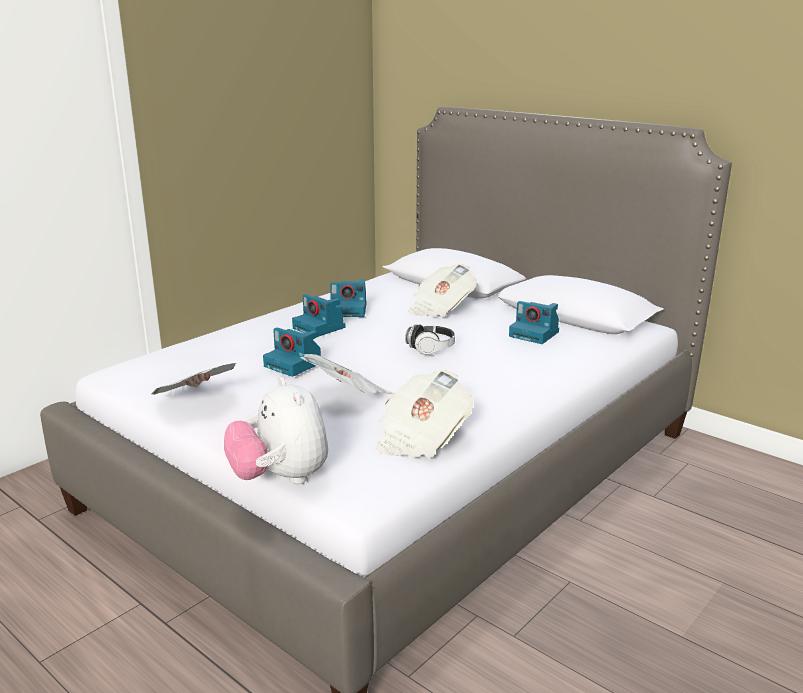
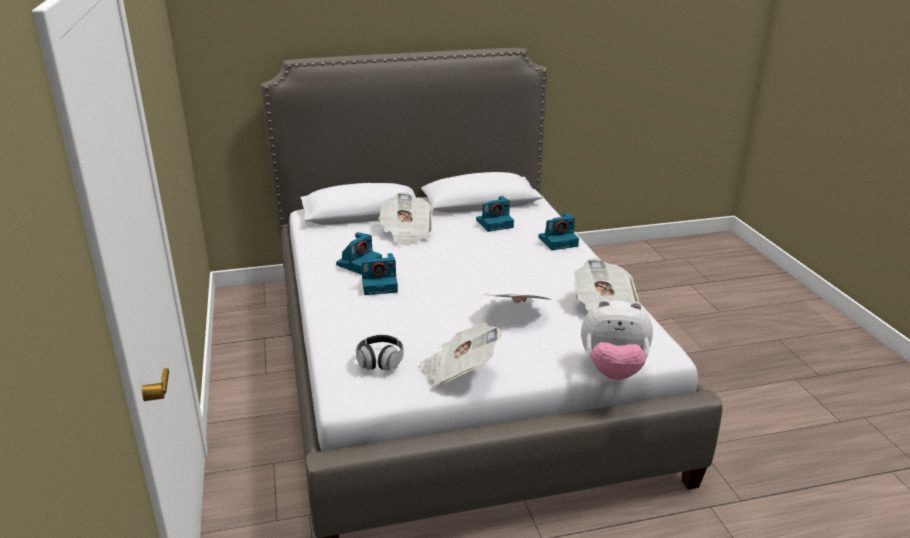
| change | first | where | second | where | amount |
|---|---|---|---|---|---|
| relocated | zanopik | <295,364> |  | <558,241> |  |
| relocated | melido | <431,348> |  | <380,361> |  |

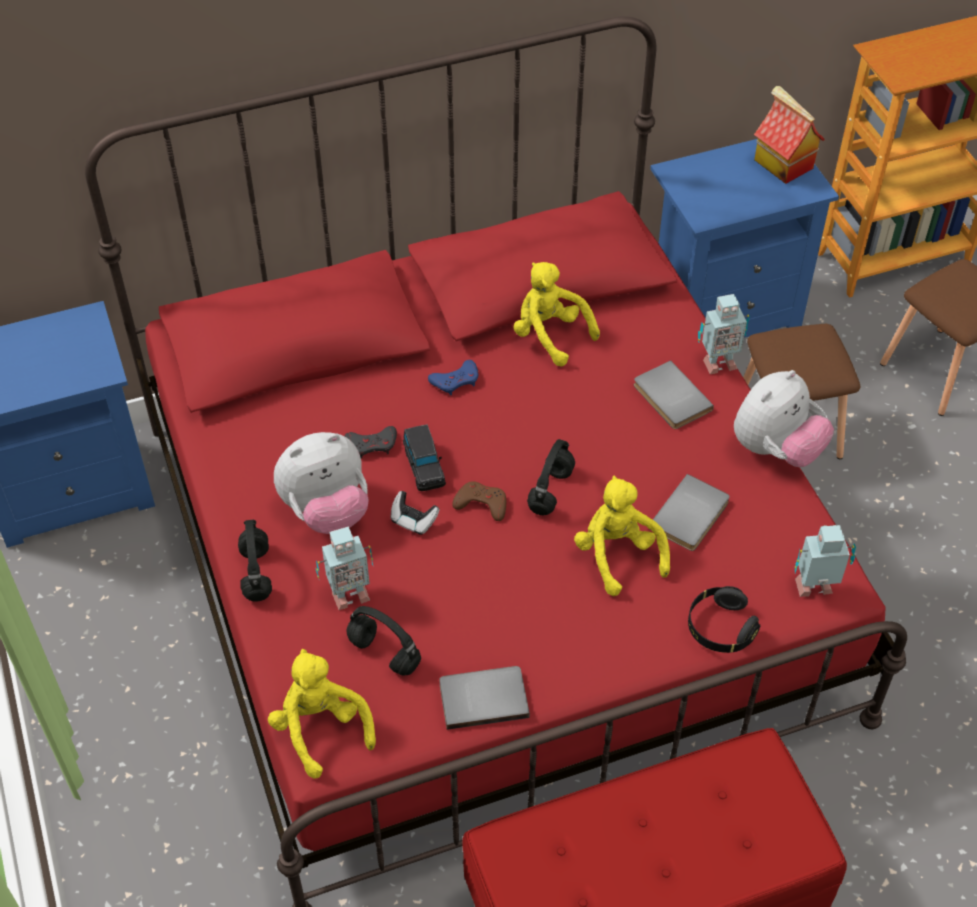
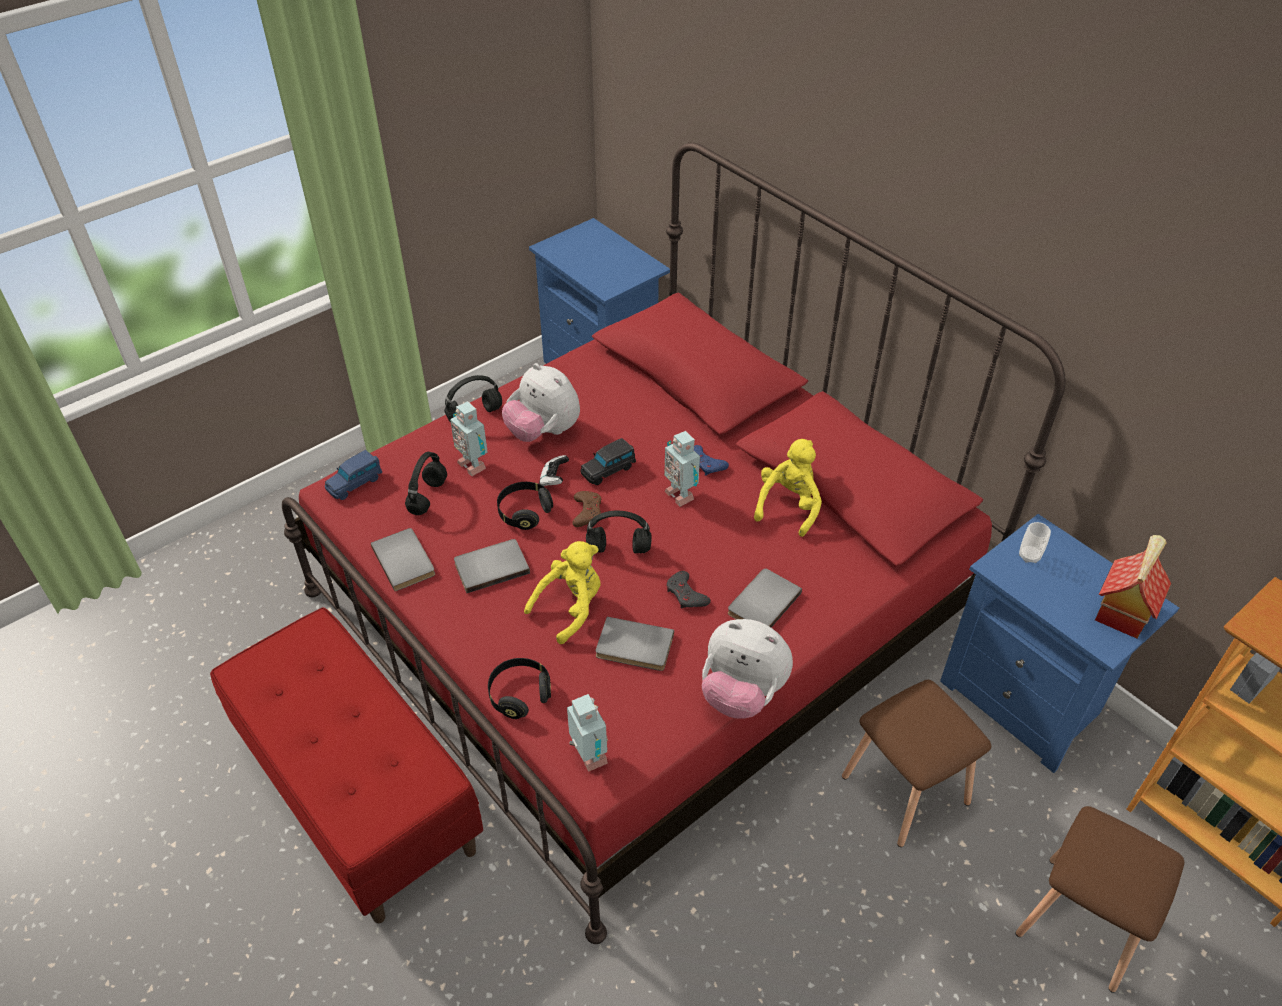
| change | first | where | second | where | amount |
|---|---|---|---|---|---|
| appeared |  |  | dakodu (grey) | <491,566> |  |
| appeared |  |  | melido (black) | <524,512> |  |
| appeared |  |  | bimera | <1029,556> |  |
| relocated | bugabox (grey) | <372,444> |  | <686,594> |  |
| relocated | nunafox | <717,363> |  | <680,494> |  |
| exchanged | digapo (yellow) | <321,729> | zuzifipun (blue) | <355,483> |  |

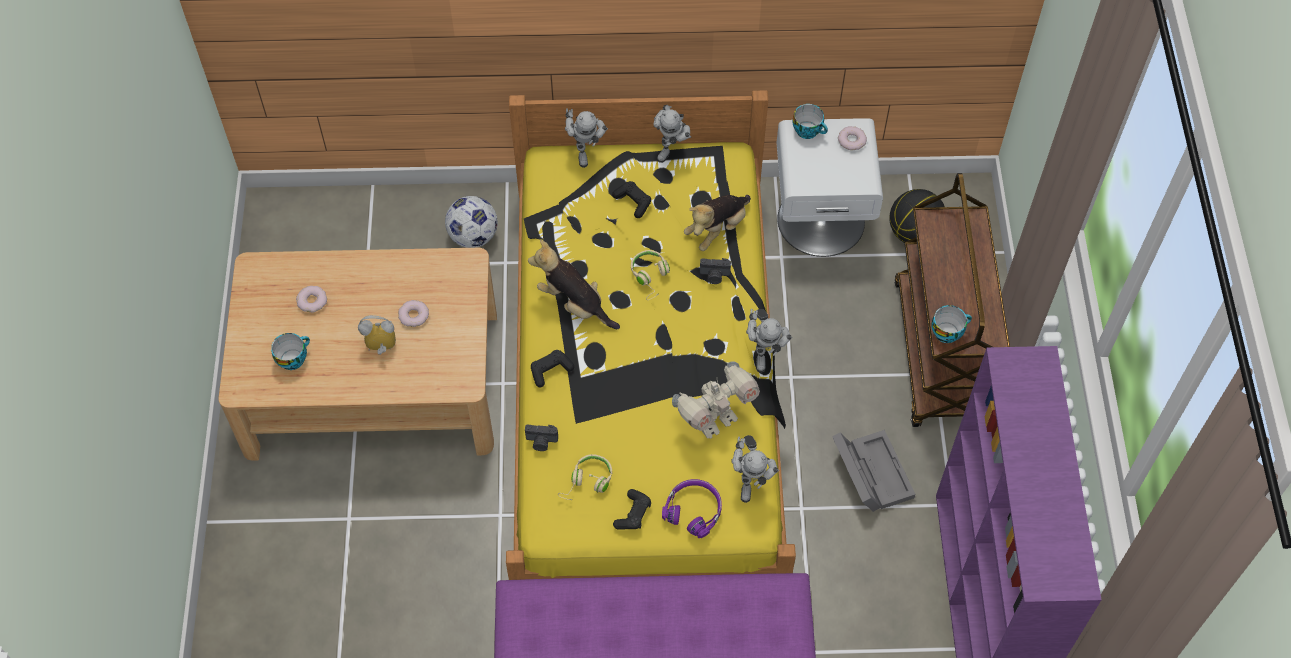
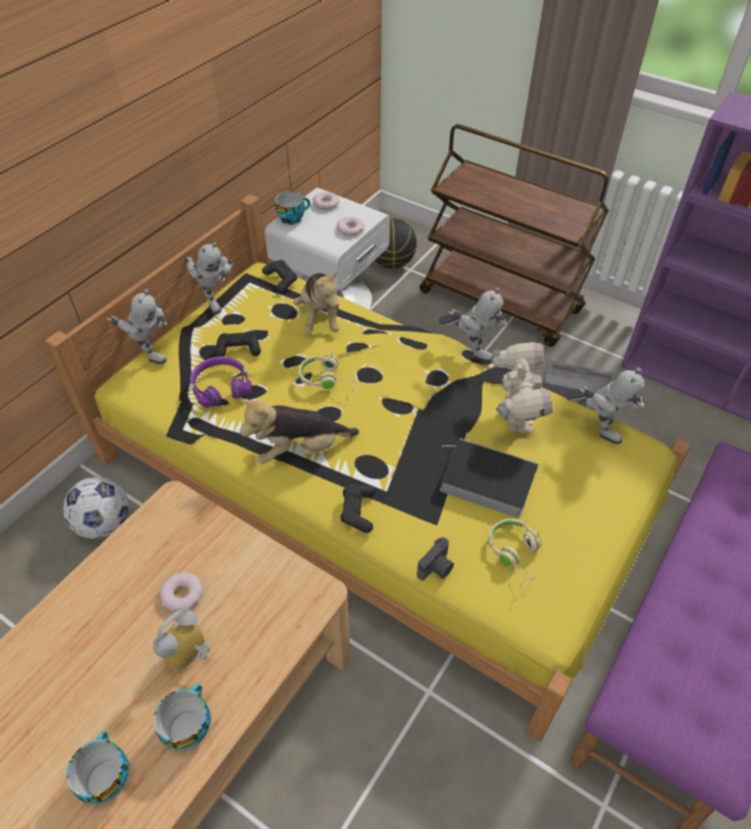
| change | first | where | second | where | amount |
|---|---|---|---|---|---|
| missing | zanopik | <714,276> |  |  |  |
| appeared |  |  | dakodu | <484,481> |  |
| relocated | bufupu | <312,301> |  | <350,229> |  |
| relocated | bugabox (black) | <633,514> |  | <281,280> |  |
| relocated | melido (purple) | <694,510> |  | <220,386> |  |
| relocated | bimera | <947,331> |  | <188,726> |  |

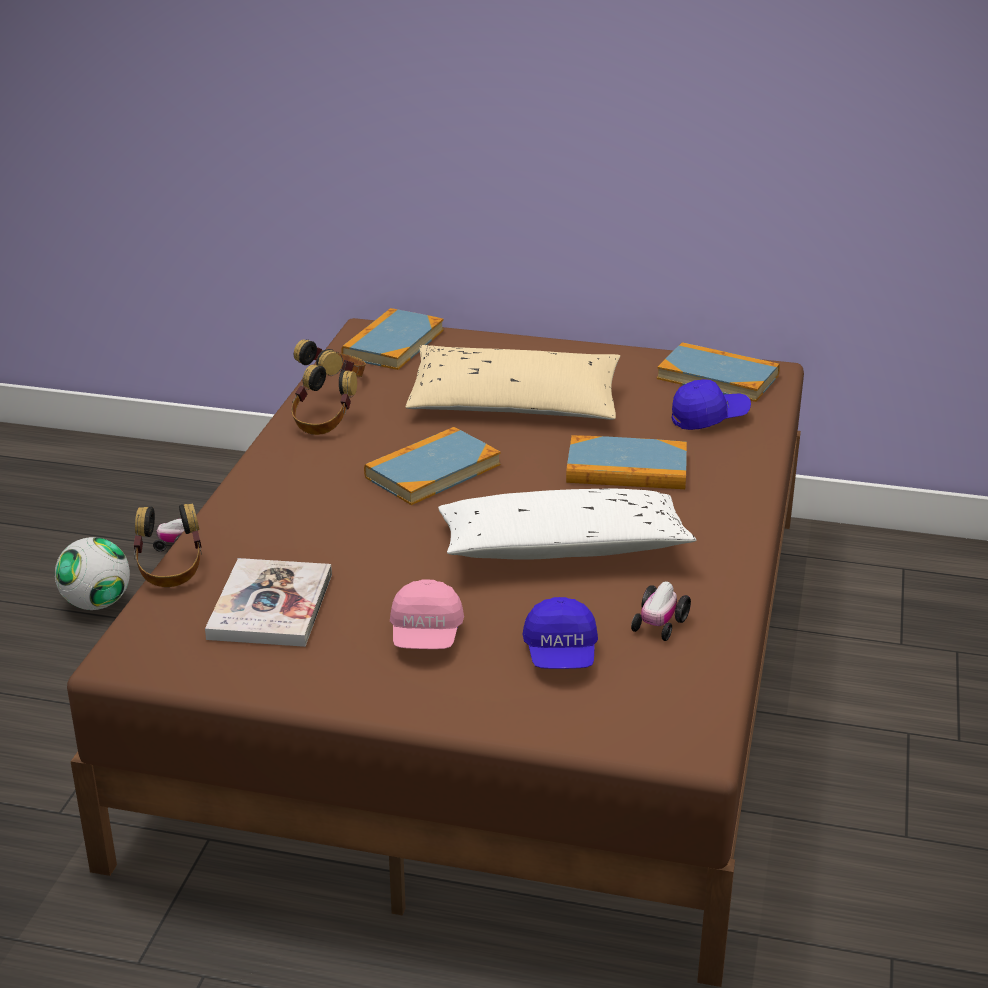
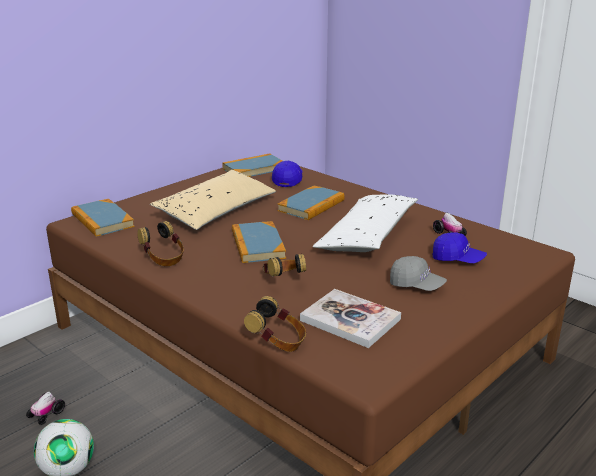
| change | first | where | second | where | amount |
|---|---|---|---|---|---|
| relocated | melido | <335,382> |  | <283,281> |  |
| colour | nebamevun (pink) | <426,635> | nebamevun (grey) | <416,285> |  |

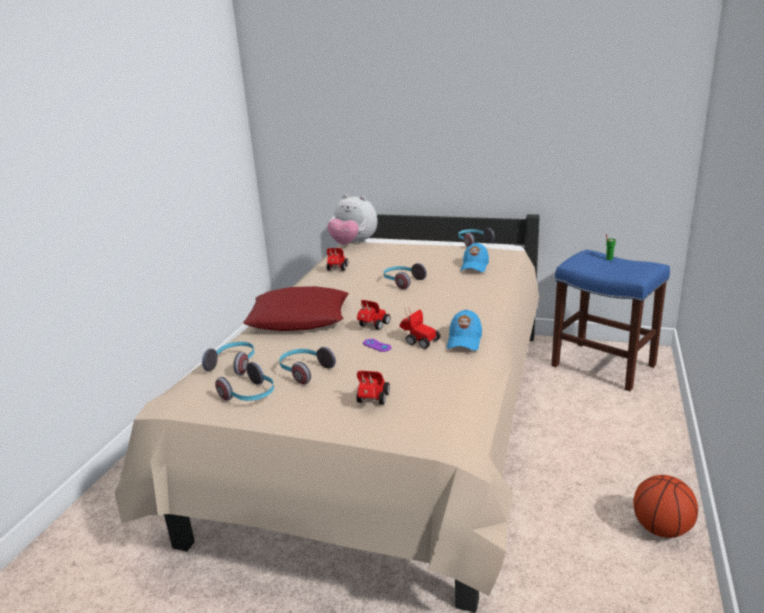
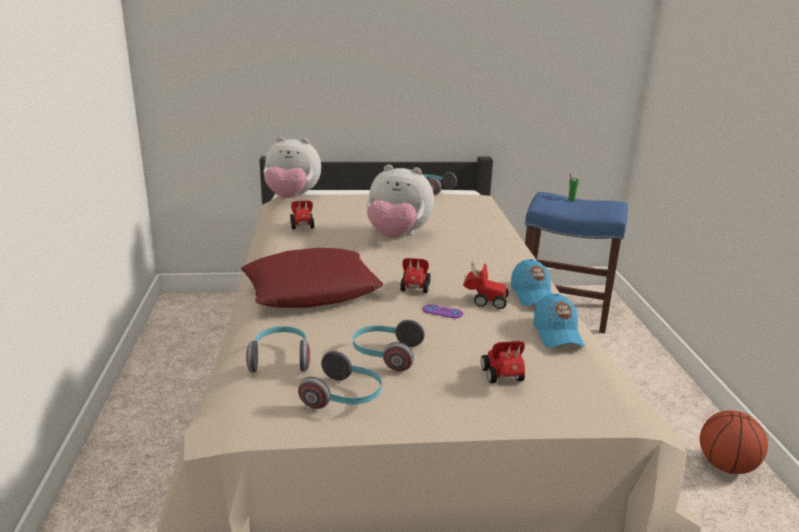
| change | first | where | second | where | amount |
|---|---|---|---|---|---|
| relocated | nebamevun (blue) | <474,266> |  | <557,334> |  |
| exchanged | melido | <402,282> | digapo | <397,236> |  |

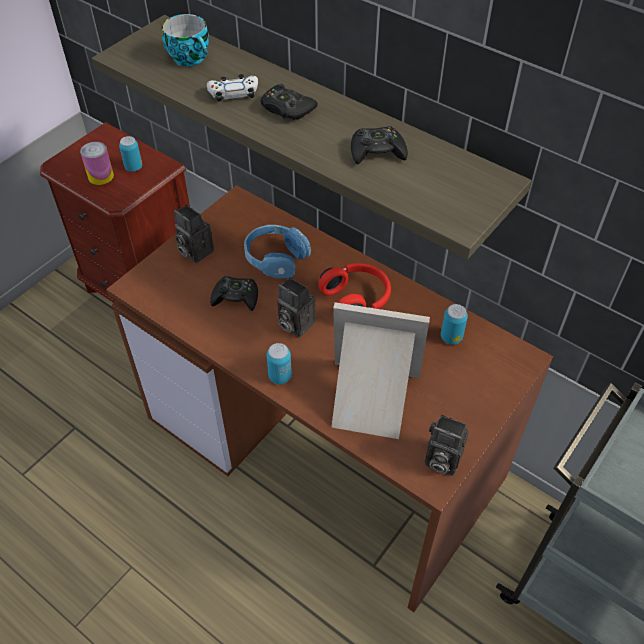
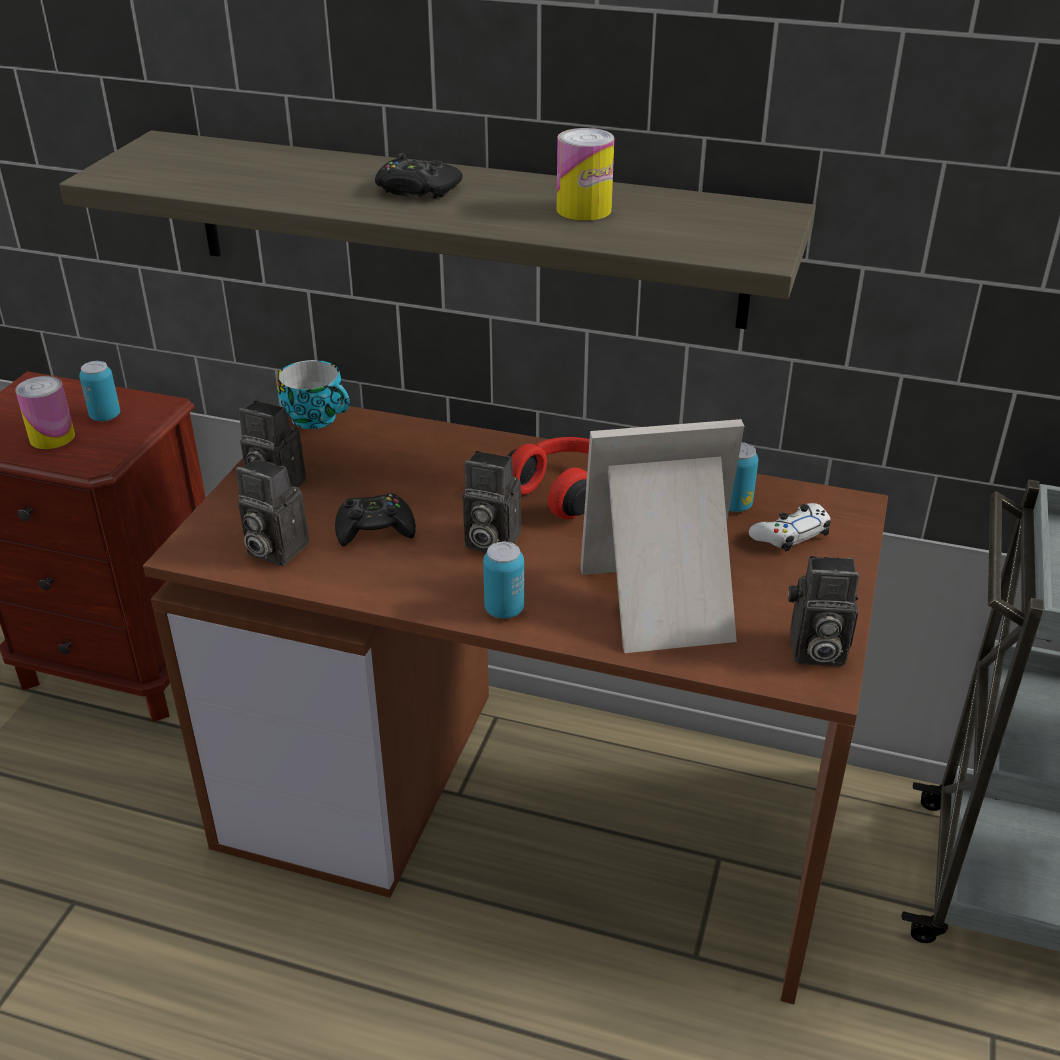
| change | first | where | second | where | amount |
|---|---|---|---|---|---|
| missing | melido (blue) | <276,258> |  |  |  |
| appeared |  |  | zanopik | <273,549> |  |
| relocated | bimera | <191,58> |  | <317,418> |  |
| relocated | bugabox (white) | <234,93> |  | <790,535> |  |
| exchanged | bugabox (black) | <377,152> | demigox | <584,210> |  |

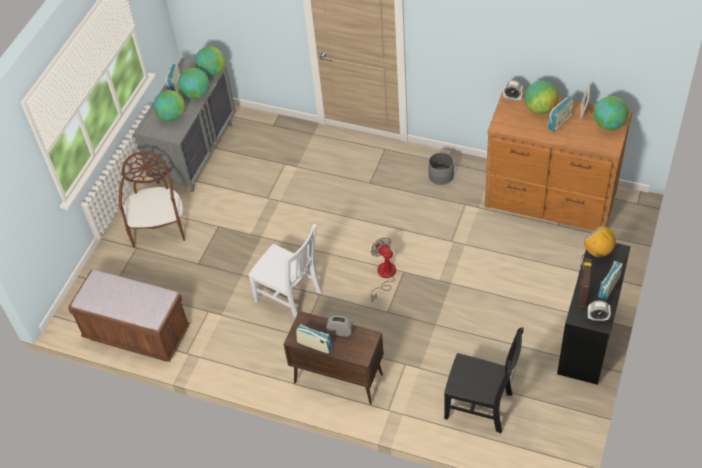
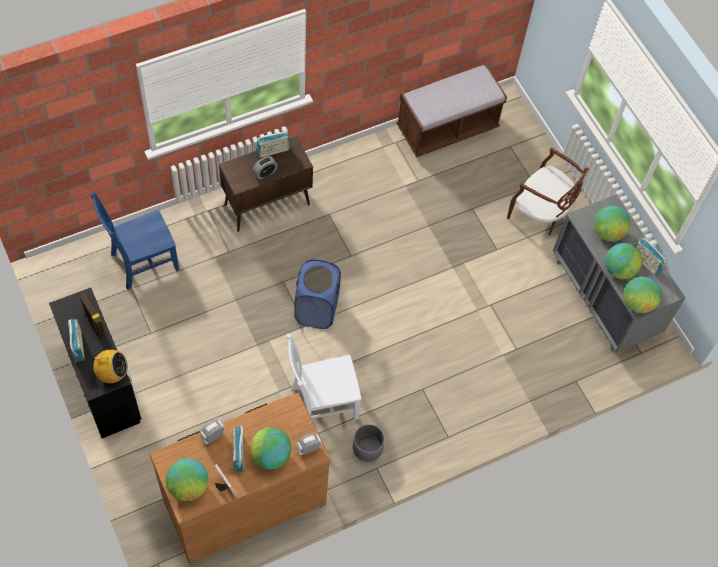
| change | first | where | second | where | amount |
|---|---|---|---|---|---|
| relocated | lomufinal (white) | <290,297> |  | <322,403> |  |
| relocated | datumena | <597,318> |  | <213,436> |  |
| exchanged | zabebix | <384,276> | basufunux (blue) | <316,309> |  |
| colour | lomufinal (black) | <481,406> | lomufinal (blue) | <142,262> |  |

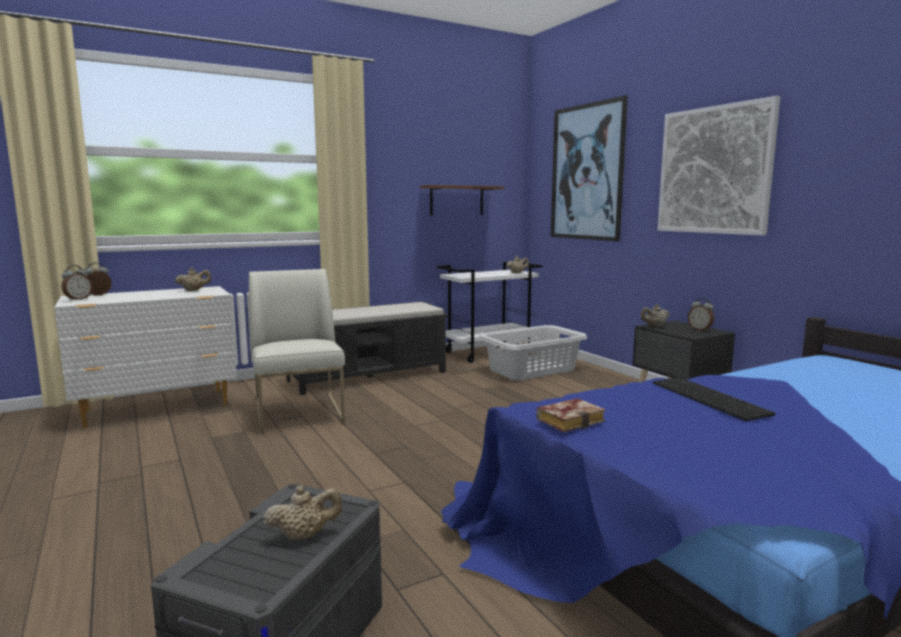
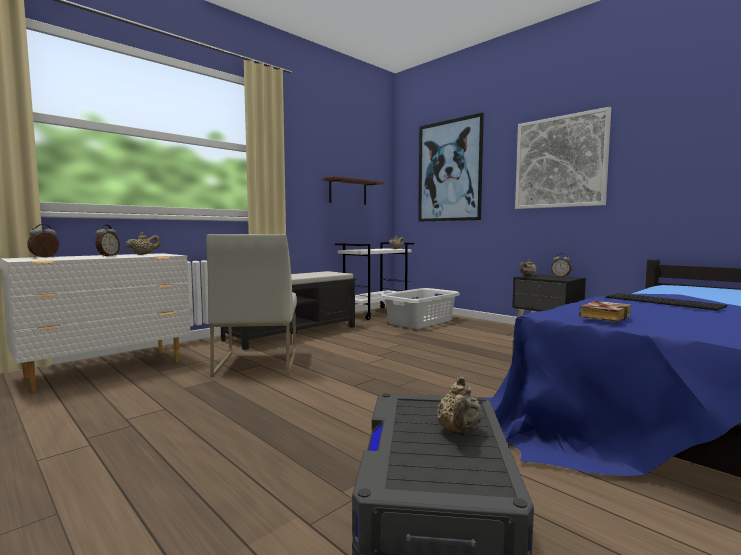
| change | first | where | second | where | amount |
|---|---|---|---|---|---|
| relocated | datumena | <78,299> |  | <108,256> |  |
| spun | lomufinal (white) | <300,414> |  | <256,363> | 150 degrees counterclockwise |
| spun | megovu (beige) | <304,536> |  | <458,432> | 135 degrees clockwise |

